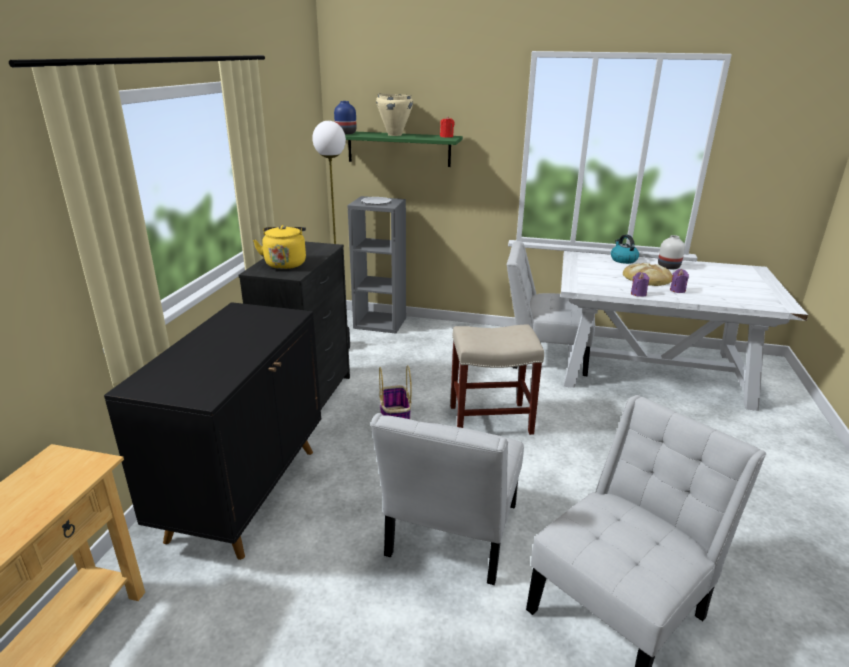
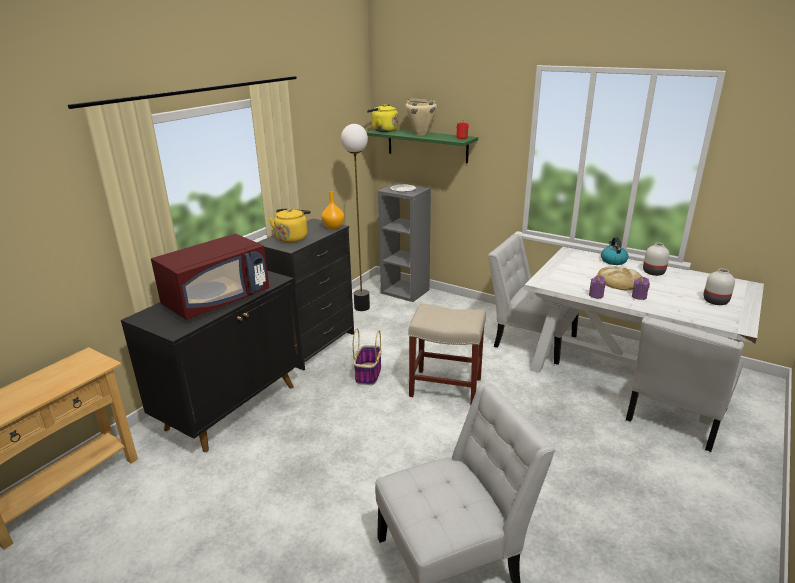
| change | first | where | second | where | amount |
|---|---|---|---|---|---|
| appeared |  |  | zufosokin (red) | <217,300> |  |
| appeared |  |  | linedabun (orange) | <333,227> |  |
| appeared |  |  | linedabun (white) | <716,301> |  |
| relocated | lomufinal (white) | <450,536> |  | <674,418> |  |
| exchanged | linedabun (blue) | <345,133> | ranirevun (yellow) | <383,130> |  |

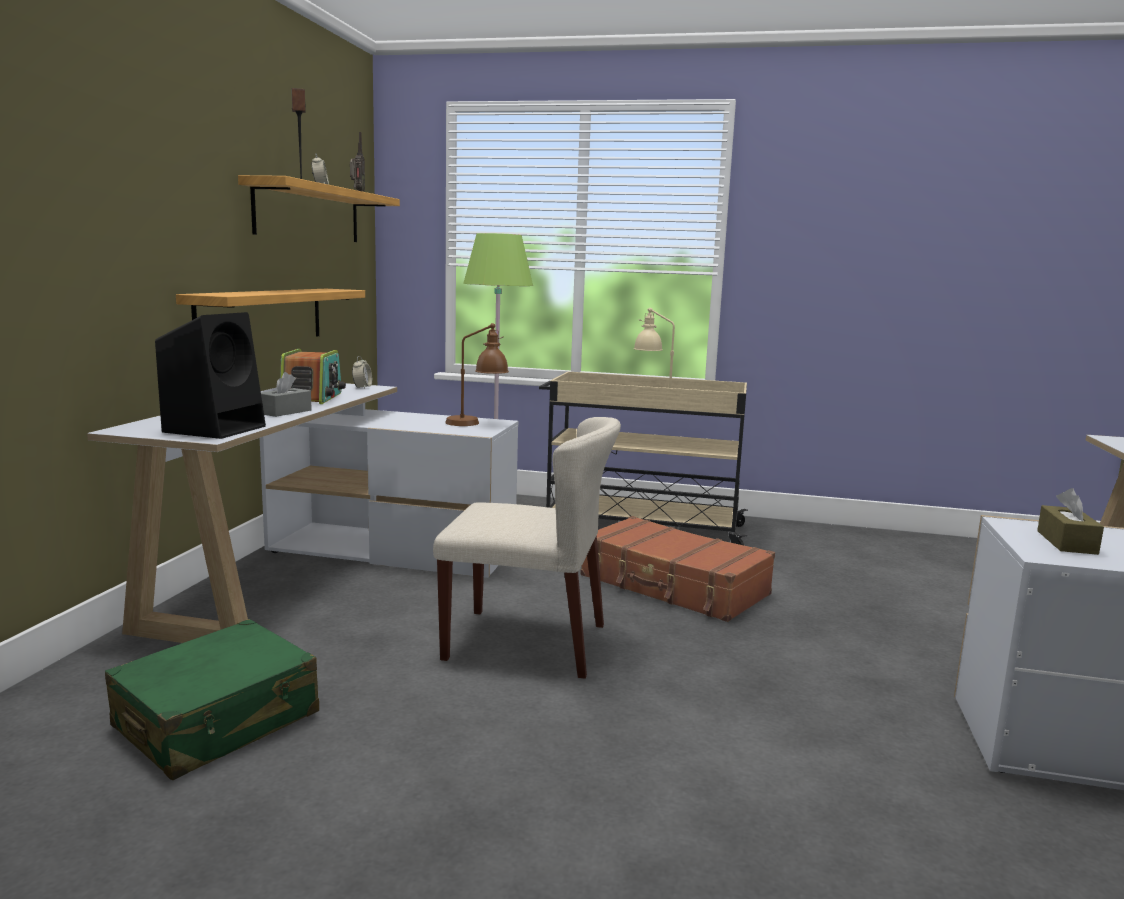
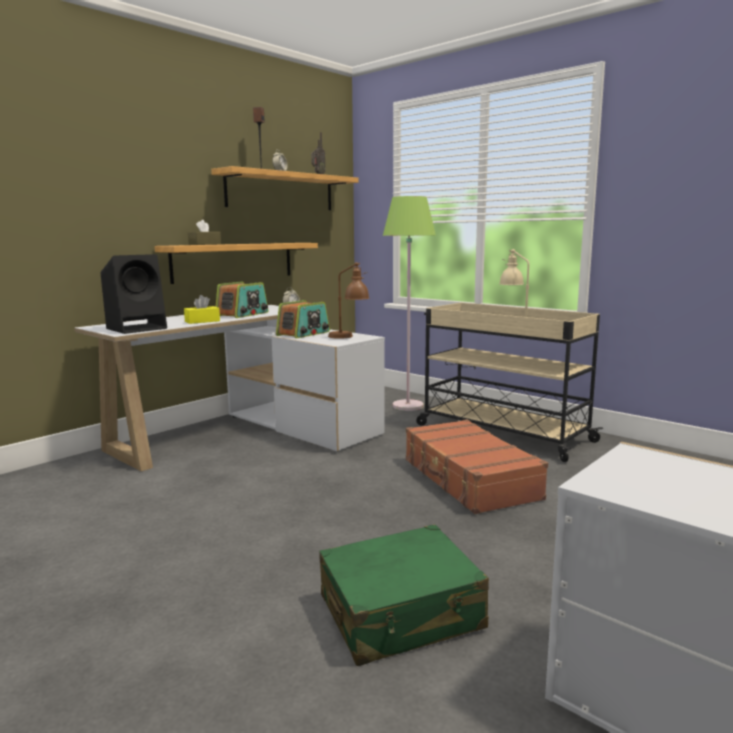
| change | first | where | second | where | amount |
|---|---|---|---|---|---|
| missing | lomufinal (beige) | <527,641> |  |  |  |
| appeared |  |  | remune | <303,334> |  |
| relocated | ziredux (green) | <218,721> |  | <401,613> |  |
| relocated | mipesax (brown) | <1066,542> |  | <205,244> |  |
| colour | mipesax (grey) | <285,412> | mipesax (yellow) | <202,321> |  |

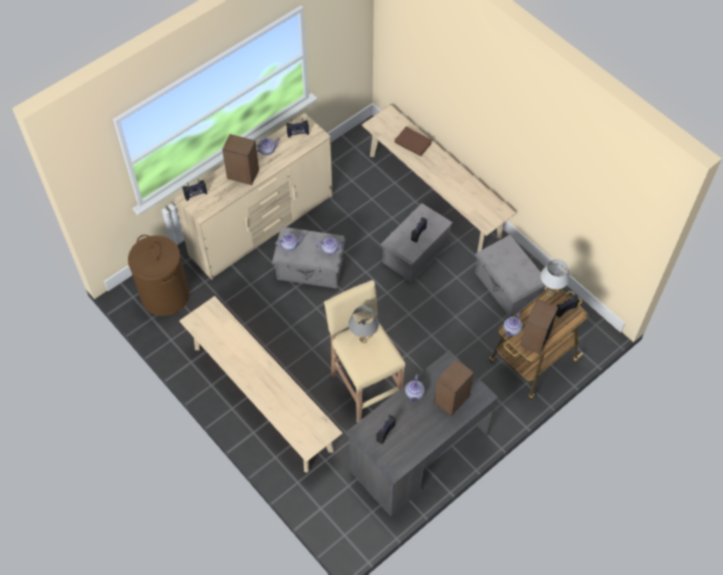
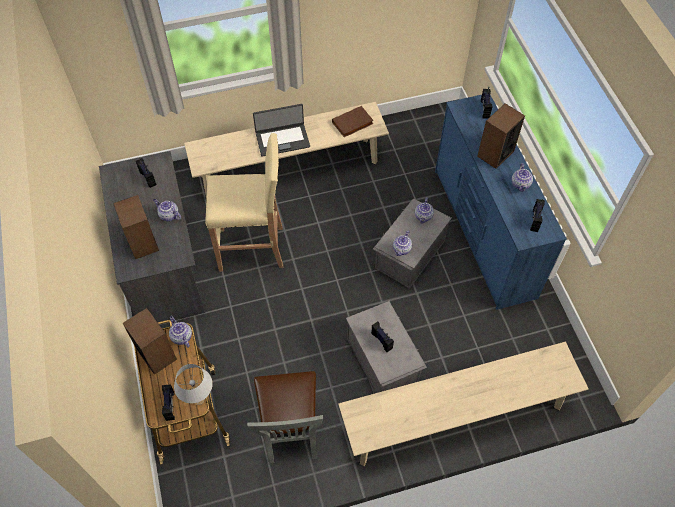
| change | first | where | second | where | amount |
|---|---|---|---|---|---|
| missing | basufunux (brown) | <165,295> |  |  |  |
| missing | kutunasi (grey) | <363,340> |  |  |  |
| appeared |  |  | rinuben | <282,139> |  |
| relocated | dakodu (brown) | <414,142> |  | <352,124> |  |
| exchanged | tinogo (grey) | <507,287> | lomufinal (grey) | <290,434> |  |
| colour | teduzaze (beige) | <262,225> | teduzaze (blue) | <483,233> |  |

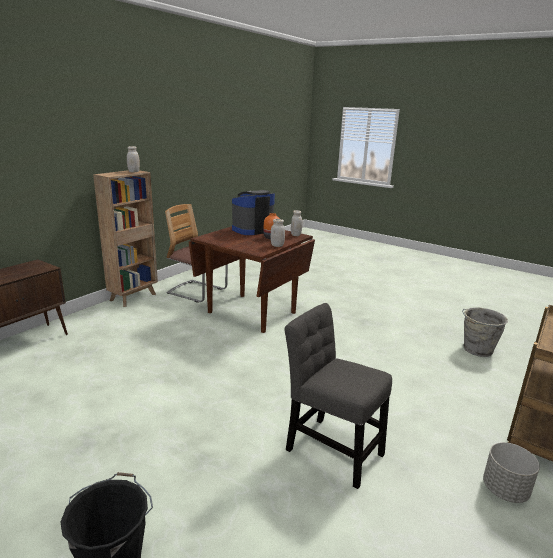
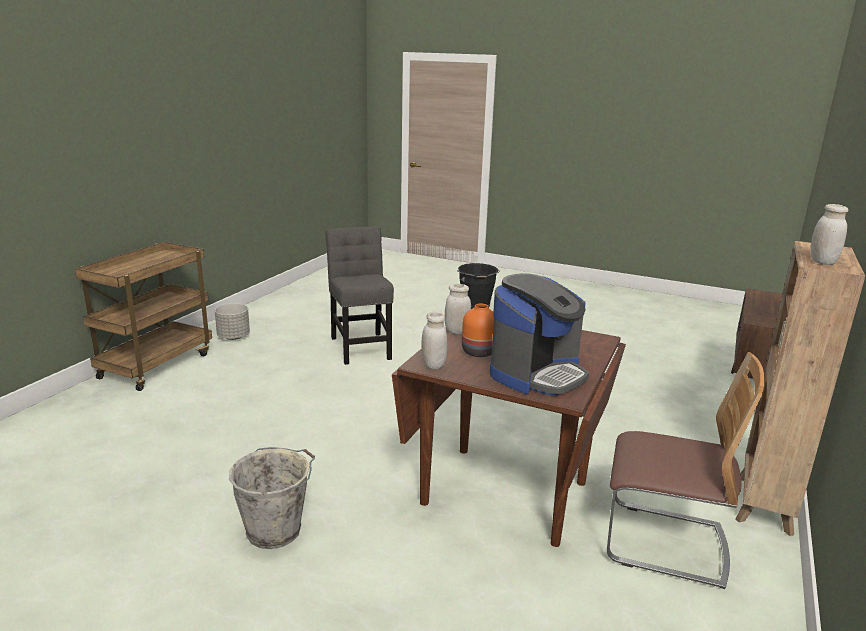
| change | first | where | second | where | amount |
|---|---|---|---|---|---|
| relocated | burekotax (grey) | <477,350> |  | <276,530> |  |
| spun | lomufinal (grey) | <330,448> |  | <360,346> | 135 degrees counterclockwise |

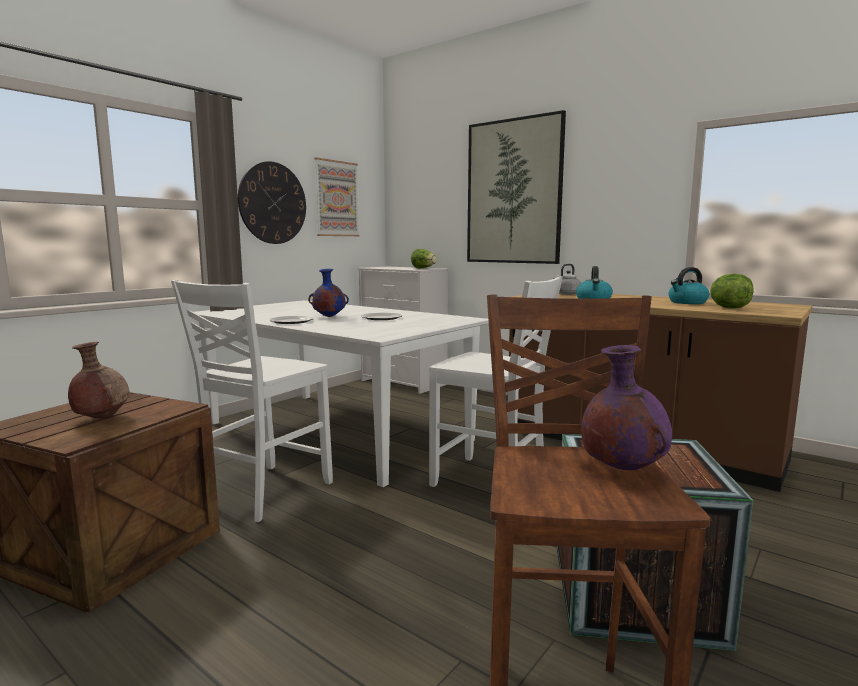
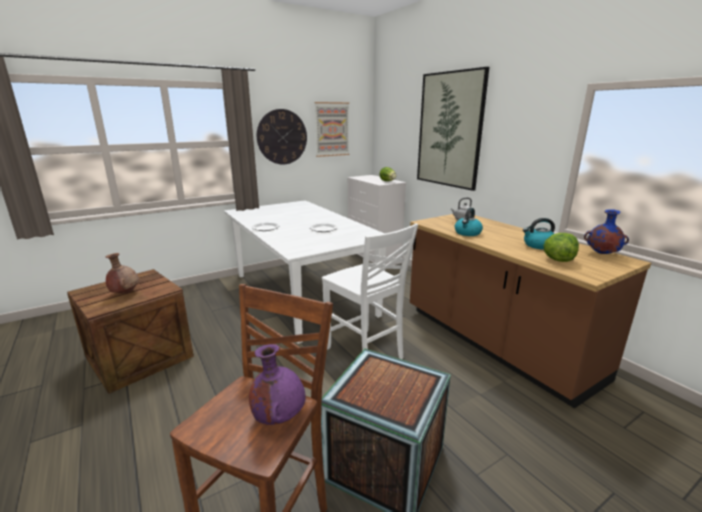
| change | first | where | second | where | amount |
|---|---|---|---|---|---|
| missing | lomufinal (white) | <264,493> |  |  |  |
| relocated | linedabun (blue) | <328,317> |  | <601,254> |  |

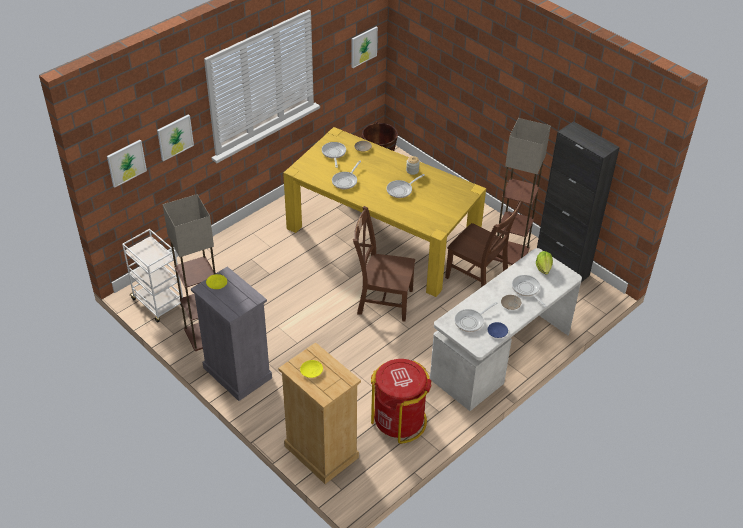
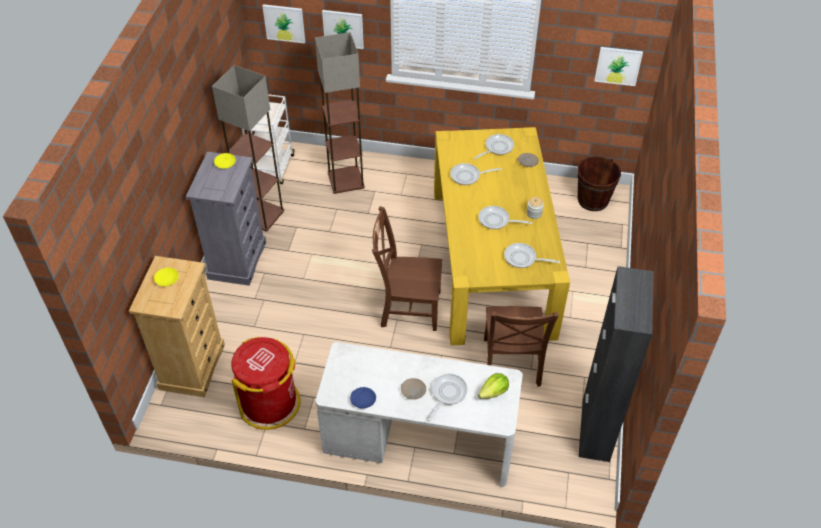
| change | first | where | second | where | amount |
|---|---|---|---|---|---|
| relocated | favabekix | <471,321> |  | <523,258> |  |
| relocated | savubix | <511,253> |  | <346,180> |  |
| spun | lomufinal (brown) | <382,301> |  | <407,308> | 60 degrees counterclockwise |

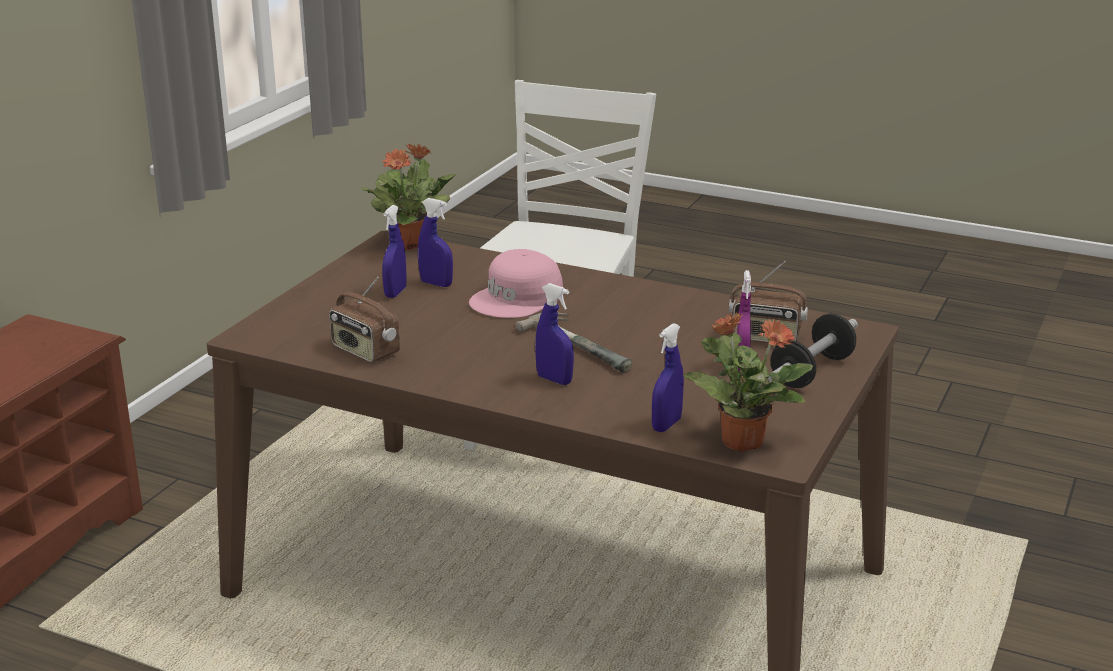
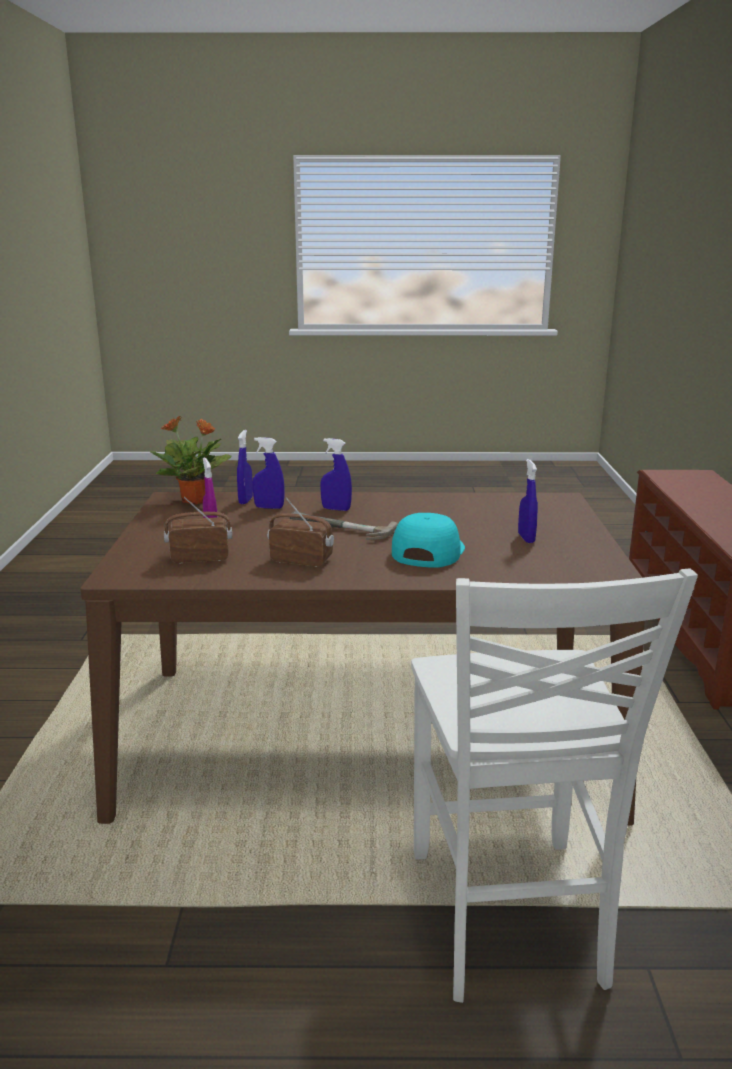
| change | first | where | second | where | amount |
|---|---|---|---|---|---|
| missing | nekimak | <410,244> |  |  |  |
| missing | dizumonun | <812,372> |  |  |  |
| relocated | remune | <364,351> |  | <302,560> |  |
| relocated | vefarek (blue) | <436,284> |  | <269,507> |  |
| colour | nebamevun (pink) | <518,298> | nebamevun (turquoise) | <427,551> |  |

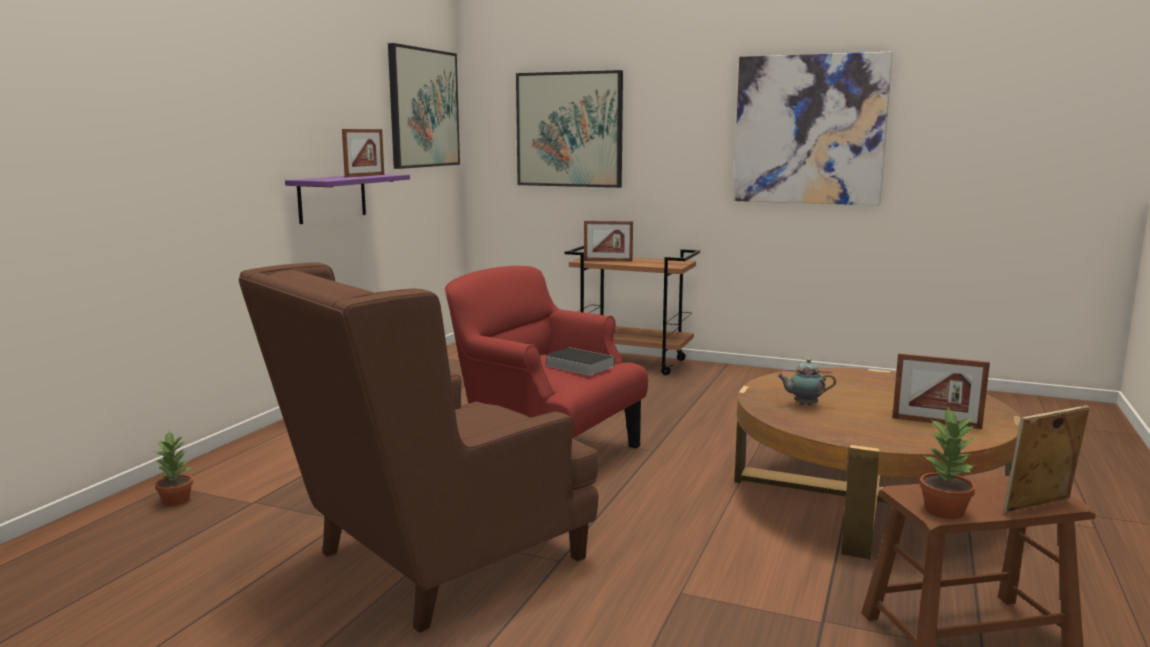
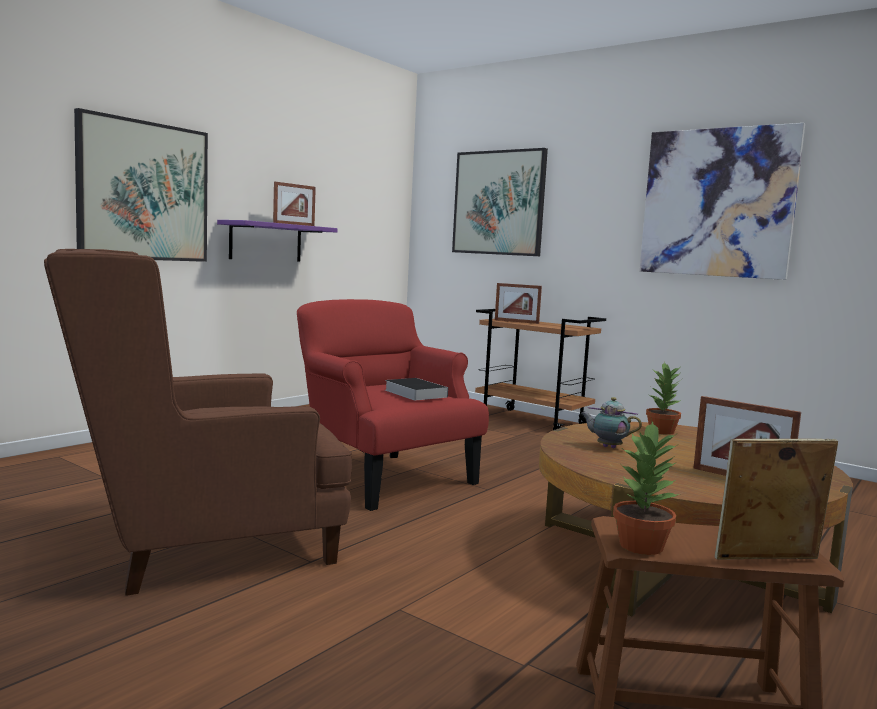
| change | first | where | second | where | amount |
|---|---|---|---|---|---|
| relocated | nekimak | <176,500> |  | <662,431> |  |
| relocated | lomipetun | <423,108> |  | <144,191> |  |

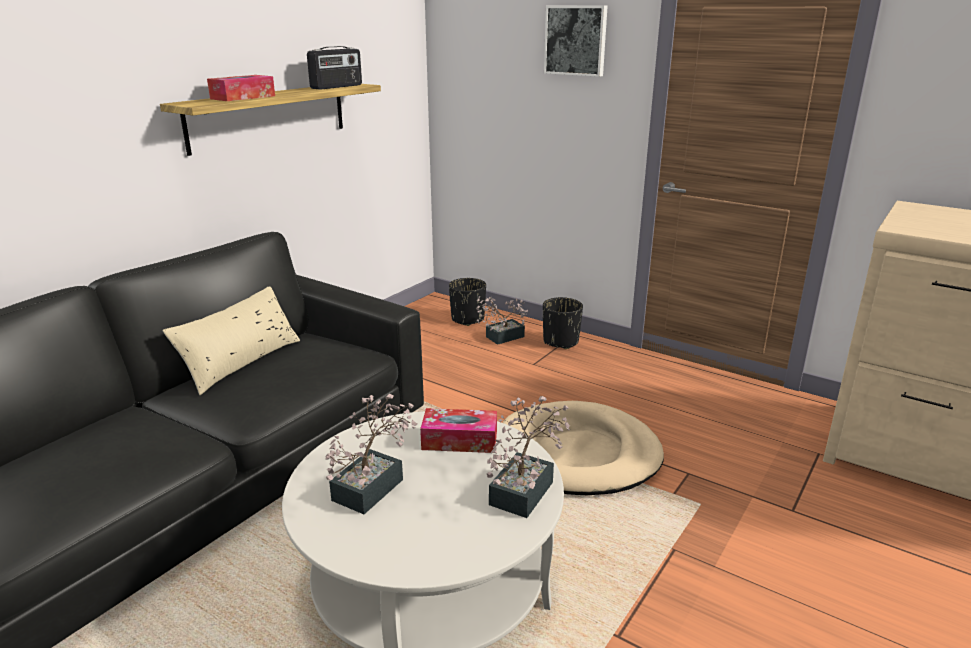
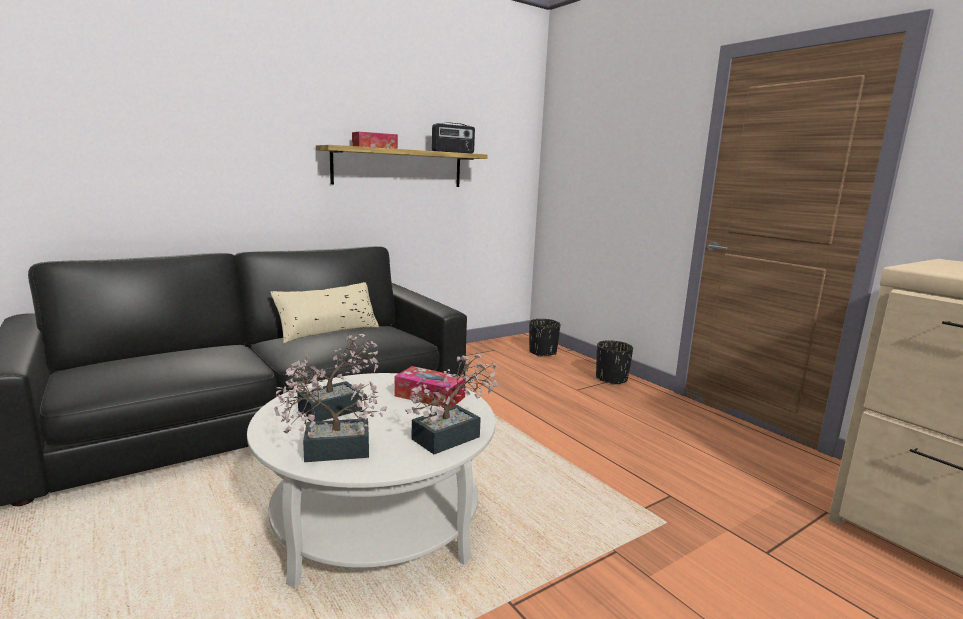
| change | first | where | second | where | amount |
|---|---|---|---|---|---|
| missing | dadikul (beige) | <578,454> |  |  |  |
| missing | lomipetun | <576,40> |  |  |  |
| relocated | nekimak | <501,337> |  | <328,450> |  |

